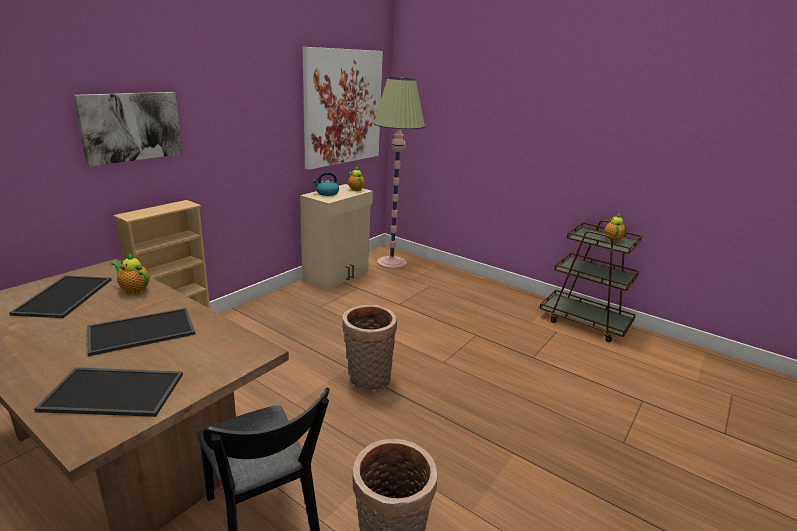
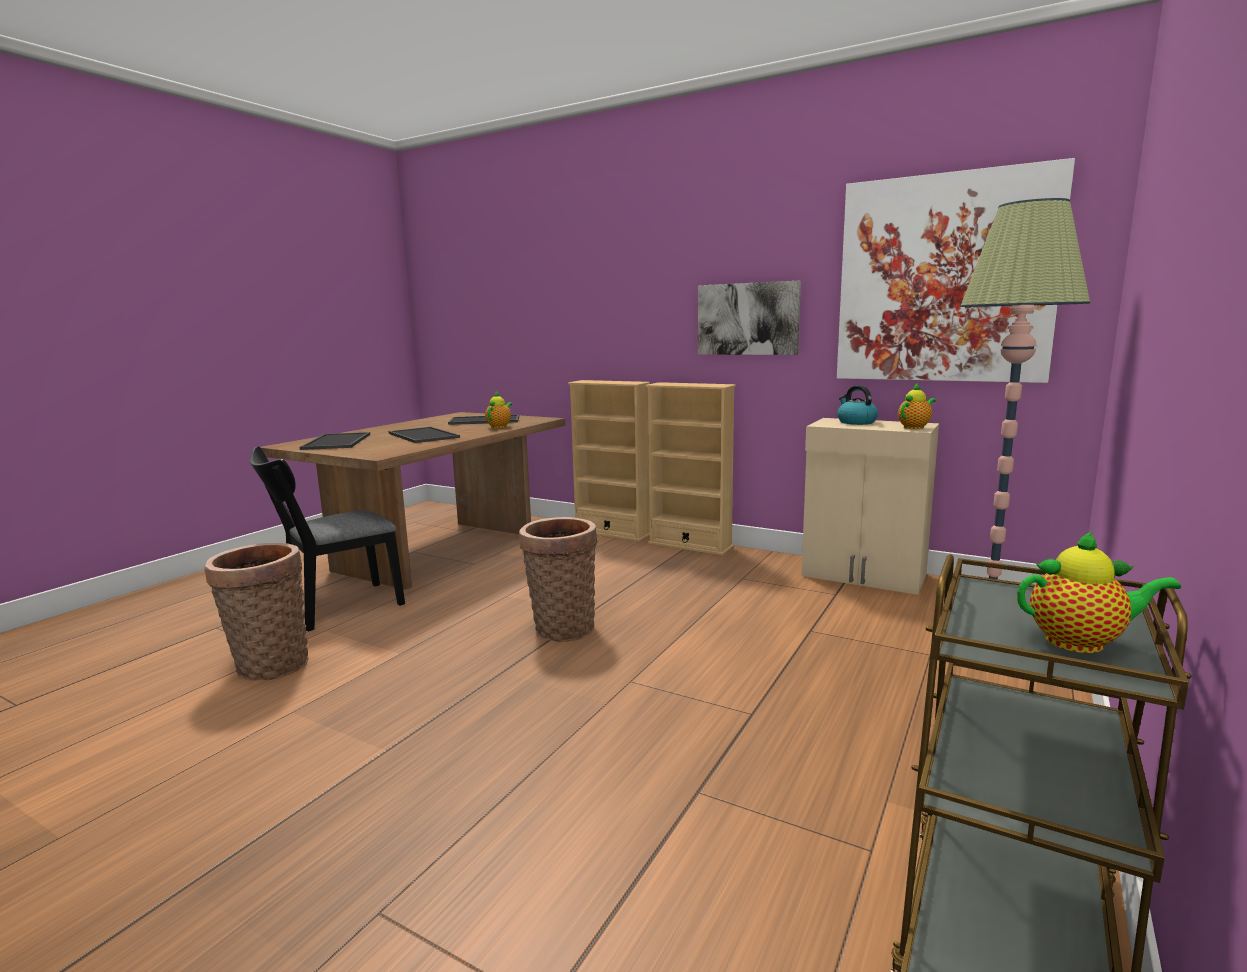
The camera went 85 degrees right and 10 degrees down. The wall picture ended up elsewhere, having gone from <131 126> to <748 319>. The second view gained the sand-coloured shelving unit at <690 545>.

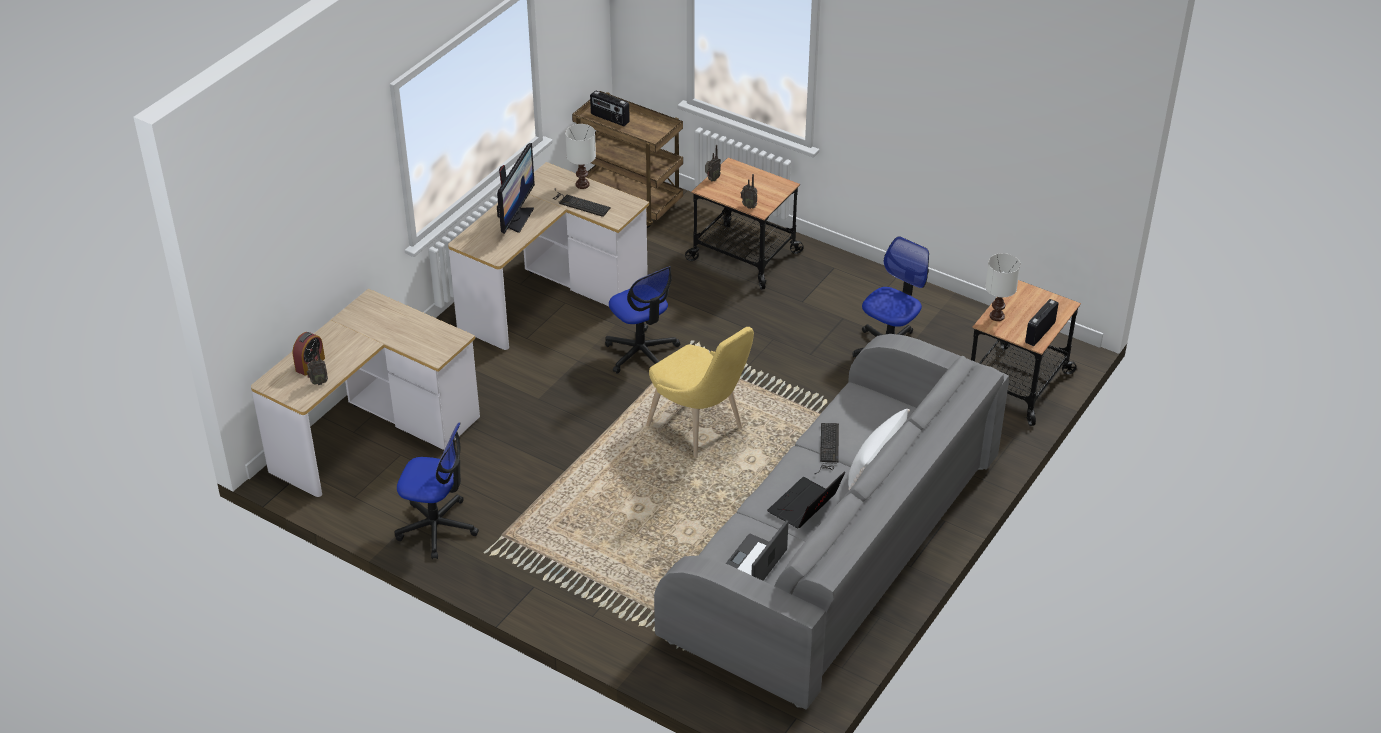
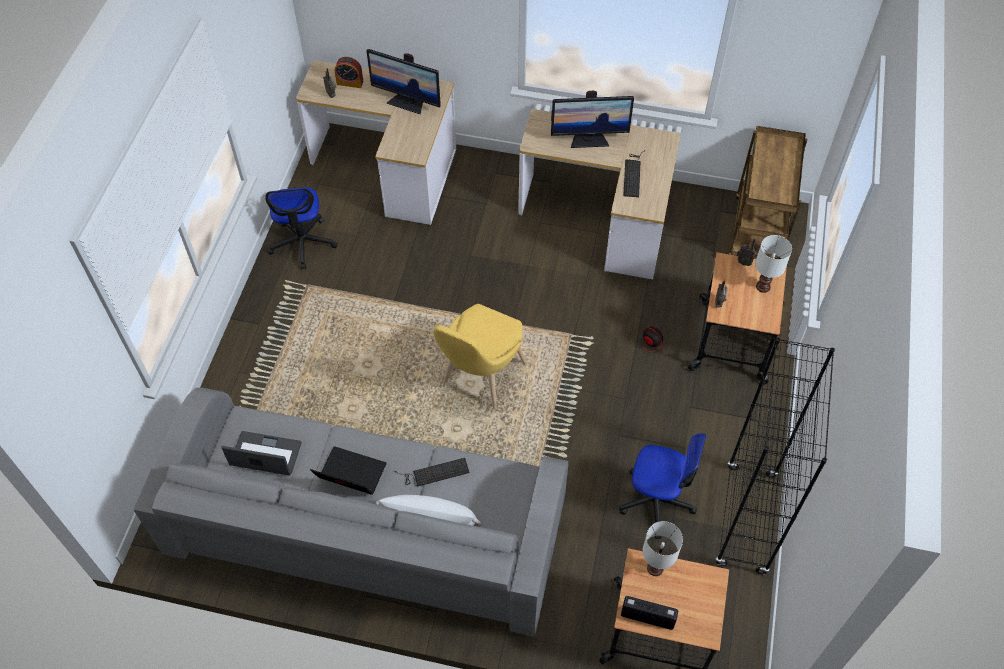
The camera went 70 degrees right and 15 degrees up. The second view lost the radio receiver at <609 118>. The white tabletop lamp ended up elsewhere, having gone from <583 184> to <763 287>. The second view lost the office chair at <641 353>. The second view gained the computer screen at <407 102>. The second view gained the electric fan at <639 345>. The second view gained the blackish shelving unit at <746 519>.

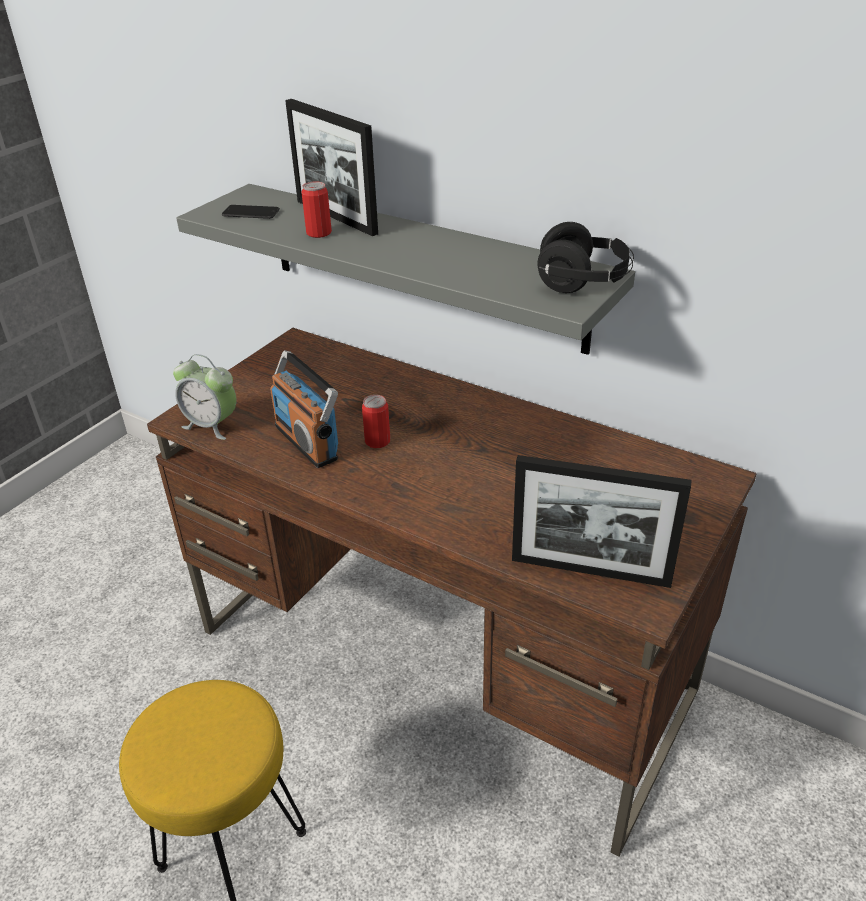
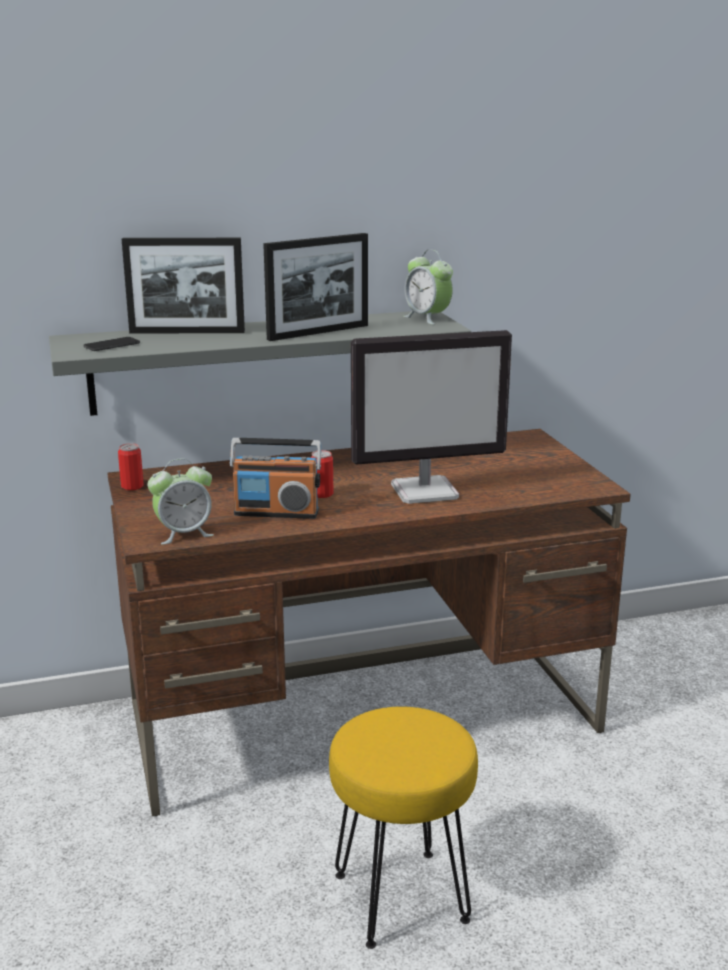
The camera went 50 degrees left and 15 degrees down. The metal can ended up elsewhere, having gone from <319 233> to <132 486>. Where the blackish headphones stood at <583 283>, the alarm clock came to stand at <427 318>. The photo frame ended up elsewhere, having gone from <590 570> to <318 332>. The second view gained the computer screen at <426 491>.

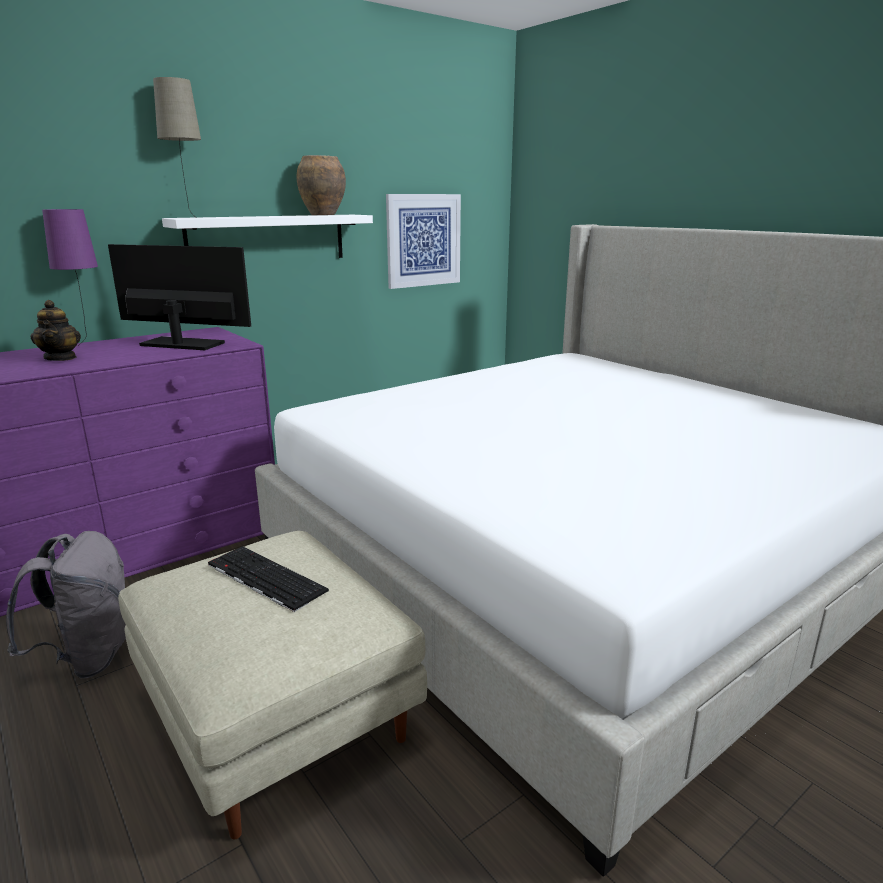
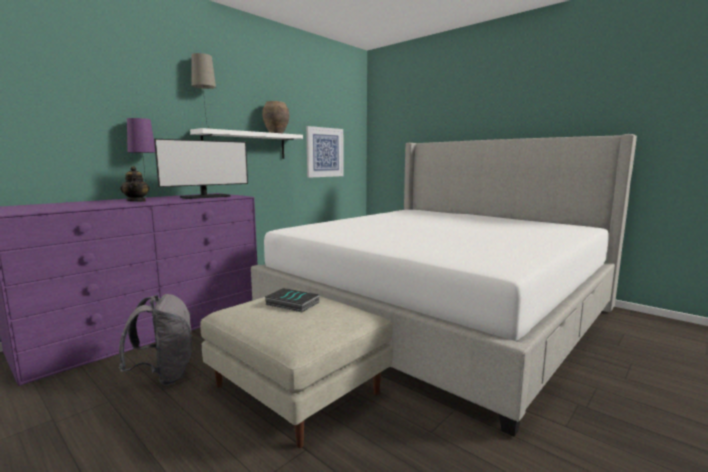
The camera went 10 degrees left and 10 degrees down. The computer screen at <182 344> ended up facing another way, 135 degrees clockwise from before. Where the PC keyboard stood at <263 578>, the bound book came to stand at <291 304>.

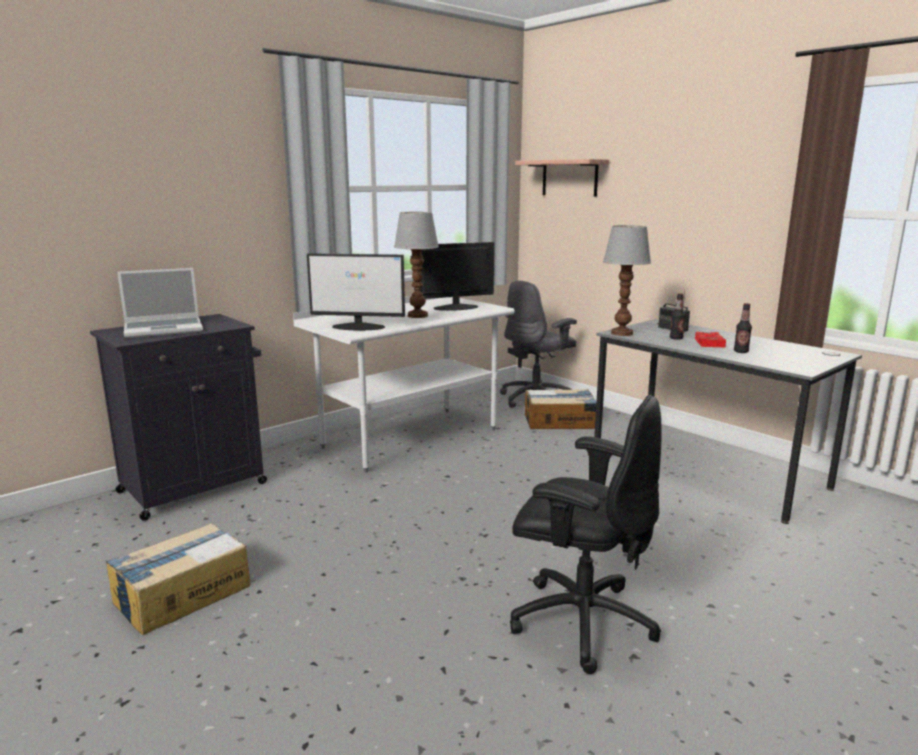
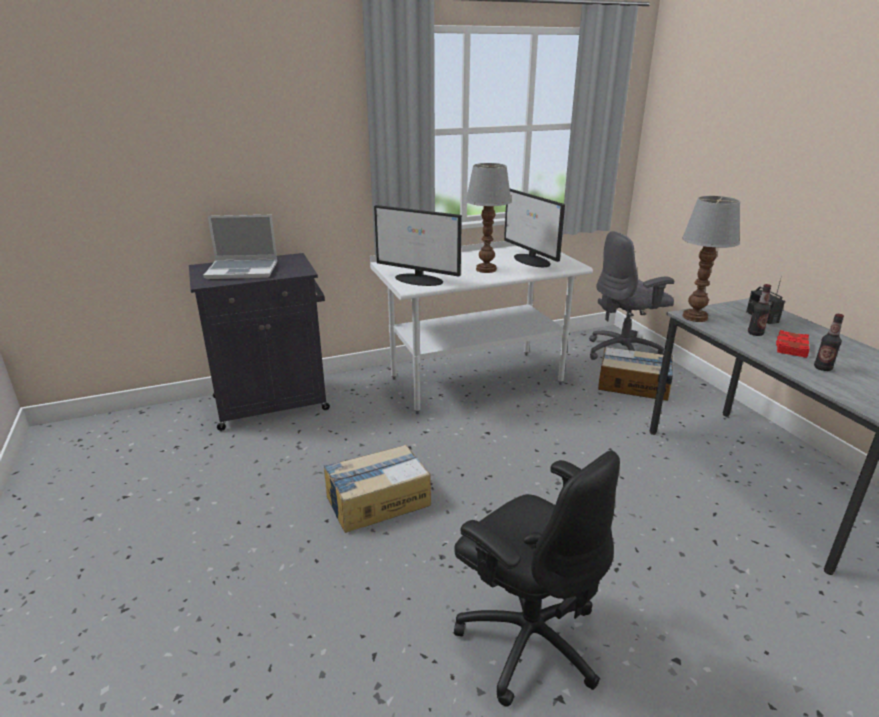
The camera went 20 degrees right and 10 degrees up. The second view lost the shelf at <569 178>. The computer screen at <455 307> ended up facing another way, 120 degrees counterclockwise from before. The packing box ended up elsewhere, having gone from <181 594> to <377 501>.

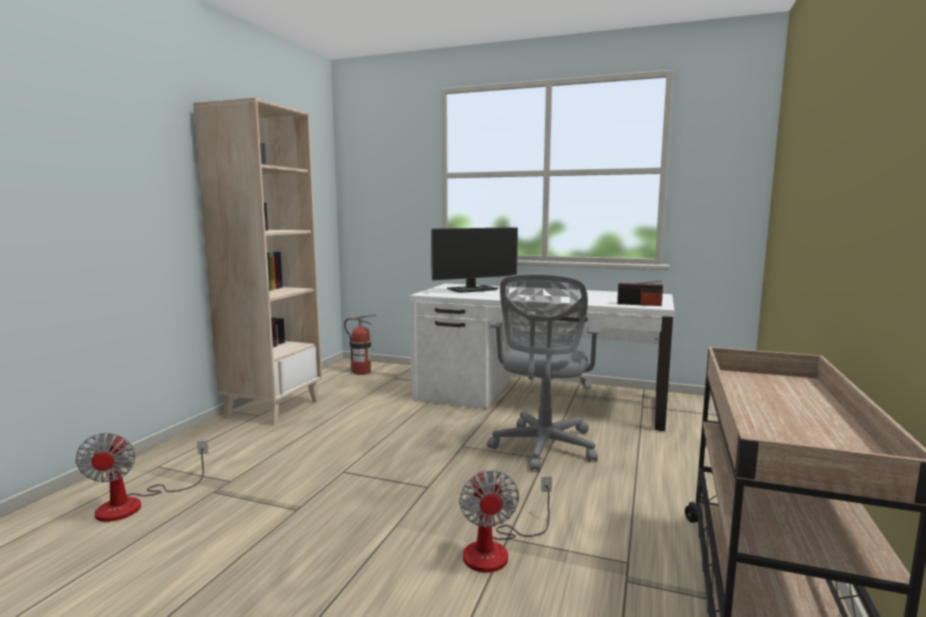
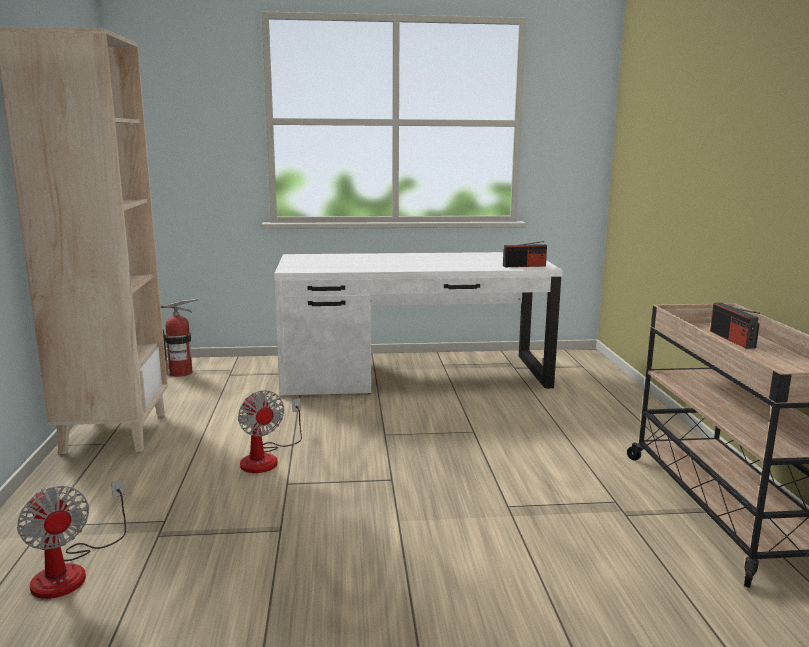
The camera went 25 degrees left and 5 degrees up. The second view lost the computer screen at <473 289>. The second view lost the gray office chair at <543 448>. The electric fan ended up elsewhere, having gone from <497 550> to <266 458>. The second view gained the radio receiver at <732 339>.

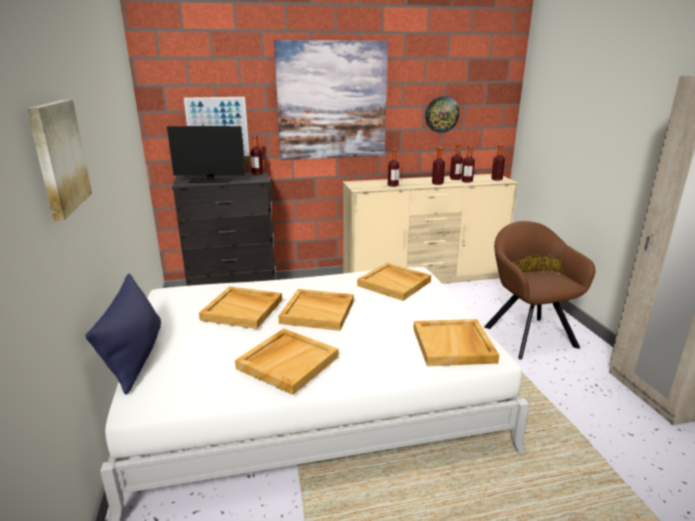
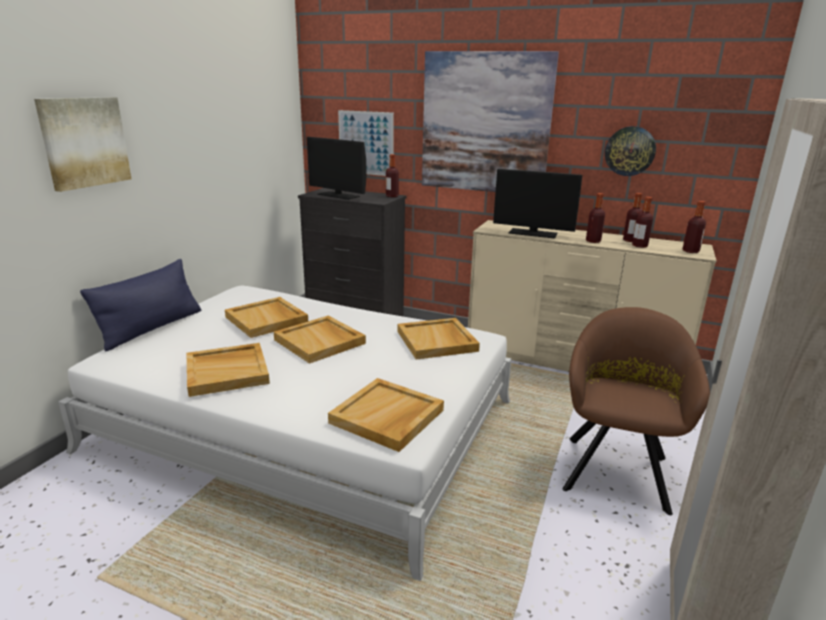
The camera went 35 degrees right and 0 degrees up. Where the drink bottle stood at <393 185>, the computer screen came to stand at <533 233>.

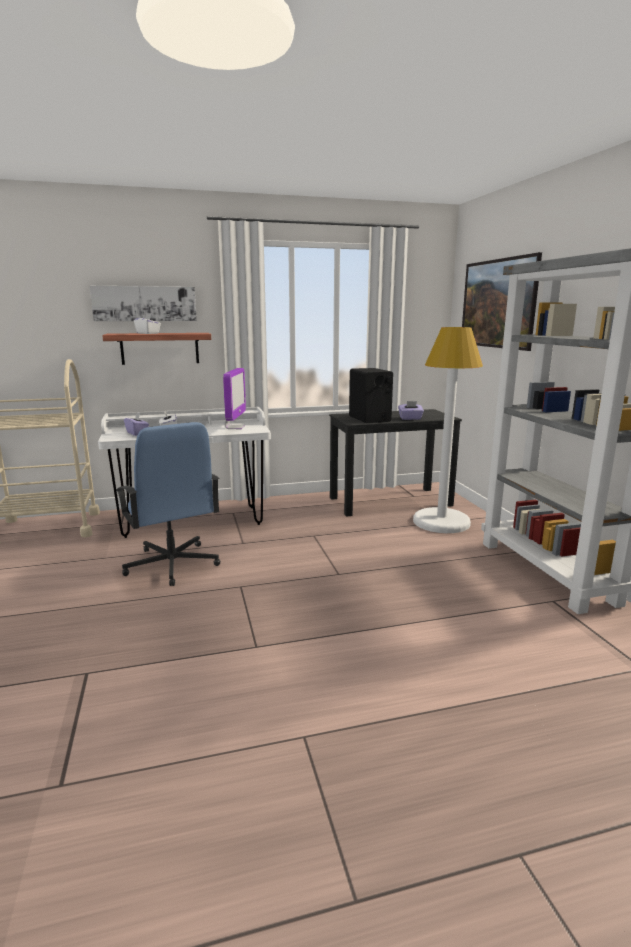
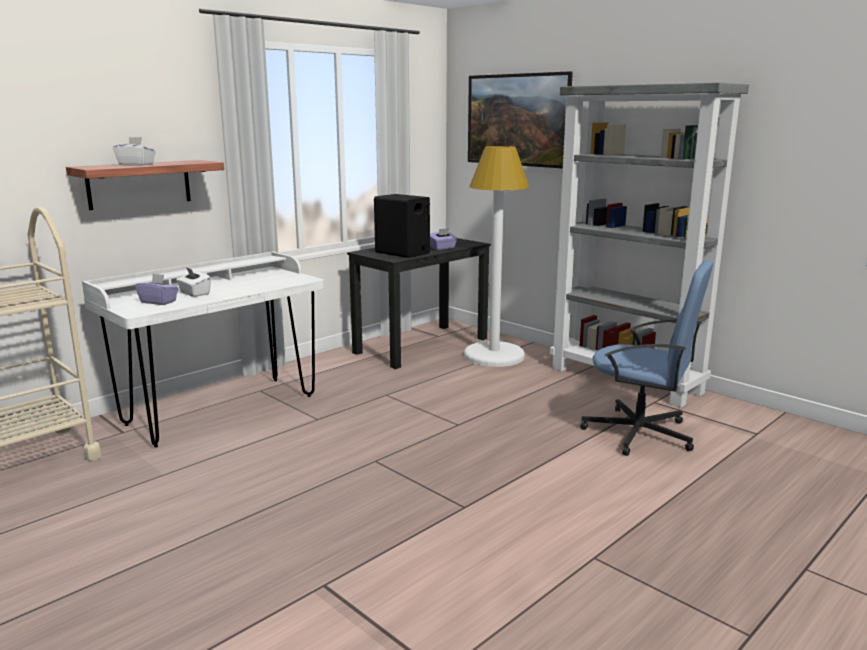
The camera went 30 degrees left and 0 degrees up. The second view lost the wall picture at <145 303>. The second view lost the computer screen at <235 427>. The blue-coloured office chair ended up elsewhere, having gone from <172 565> to <640 433>.

